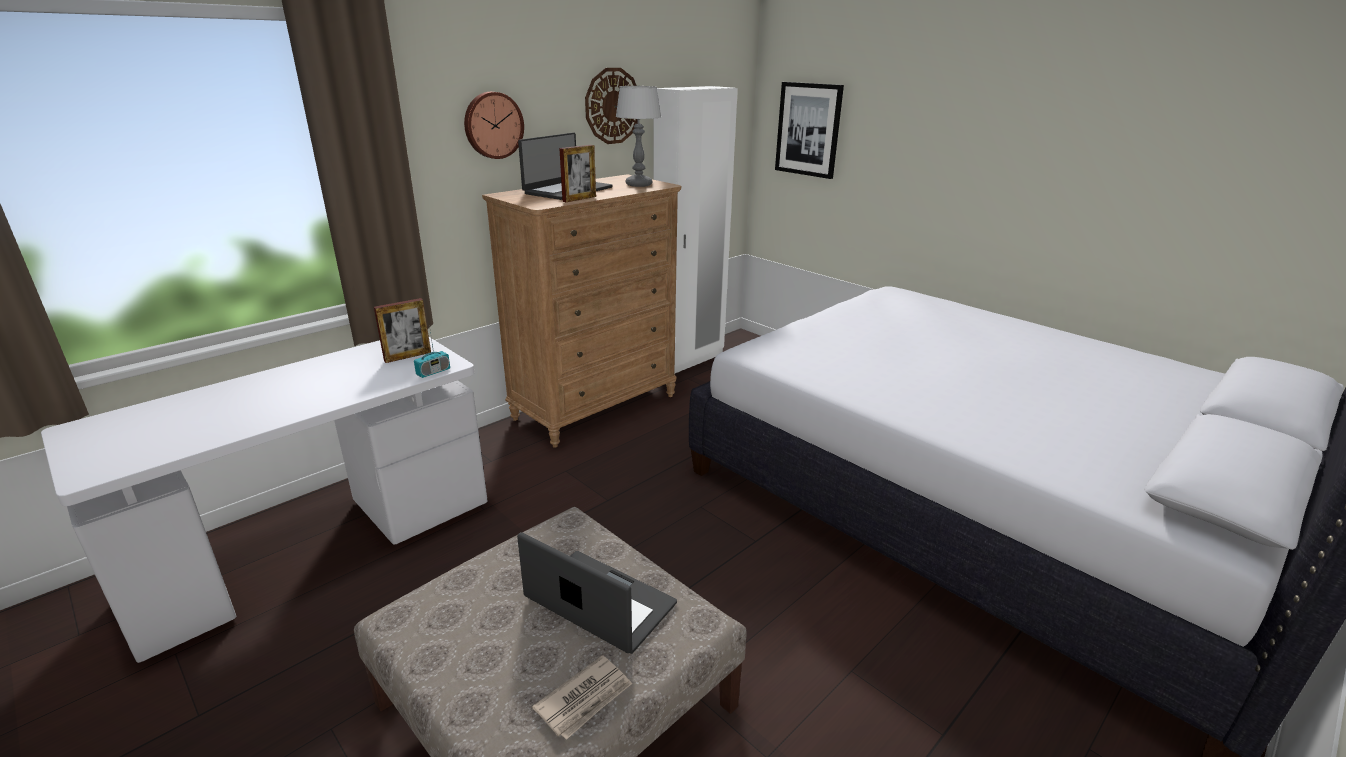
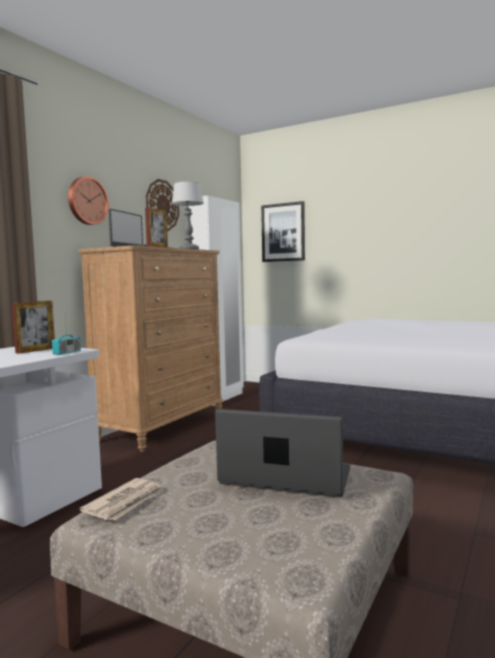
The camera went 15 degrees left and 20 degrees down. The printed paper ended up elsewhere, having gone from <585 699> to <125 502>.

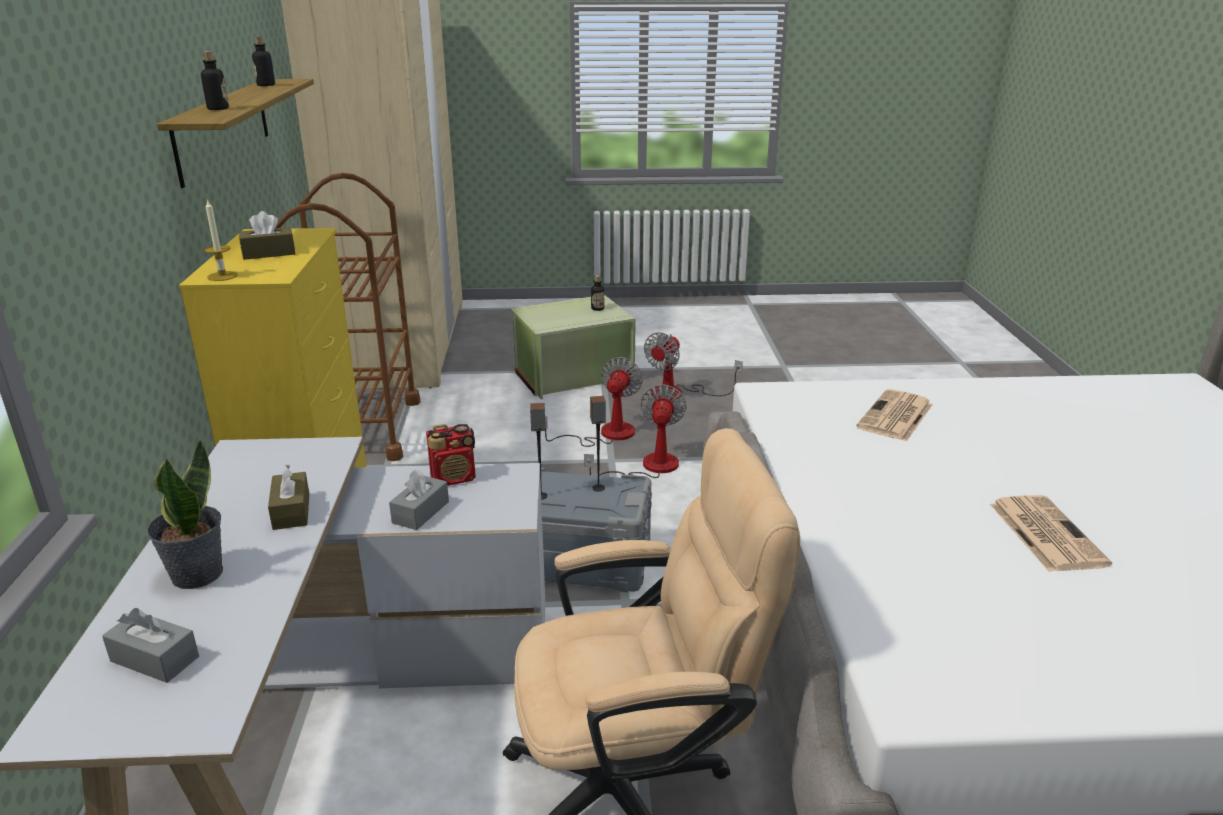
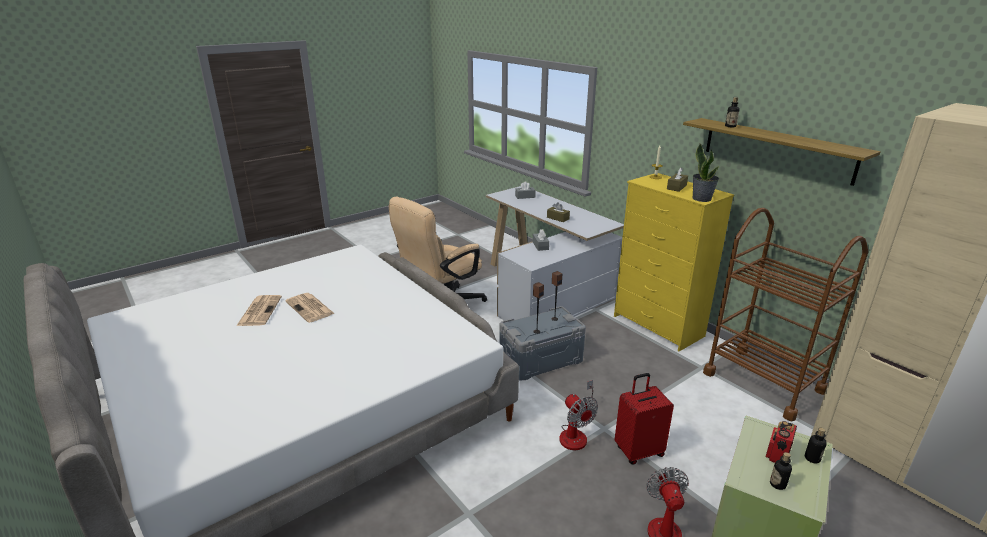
The camera went 145 degrees right and 0 degrees up. The drink bottle ended up elsewhere, having gone from <266 85> to <812 458>. Where the electric fan stood at <605 434>, the reddish piece of luggage came to stand at <638 451>. The printed paper ended up elsewhere, having gone from <895 417> to <259 310>. The radio receiver ended up elsewhere, having gone from <454 478> to <777 456>. The houseplant ended up elsewhere, having gone from <196 574> to <702 198>.

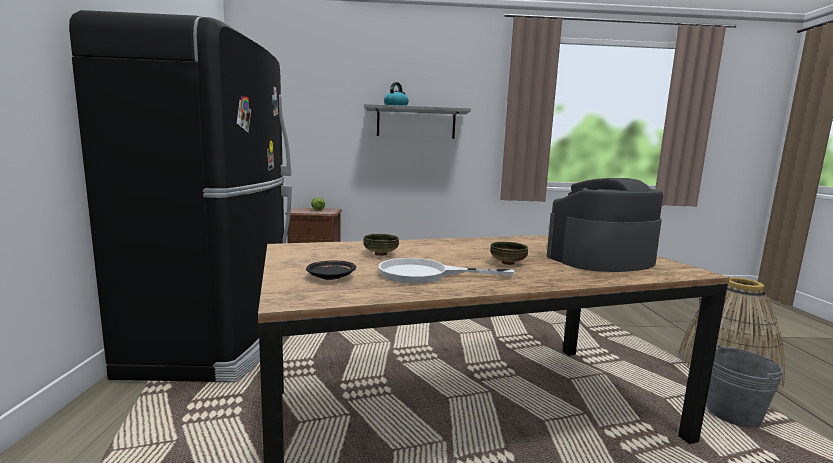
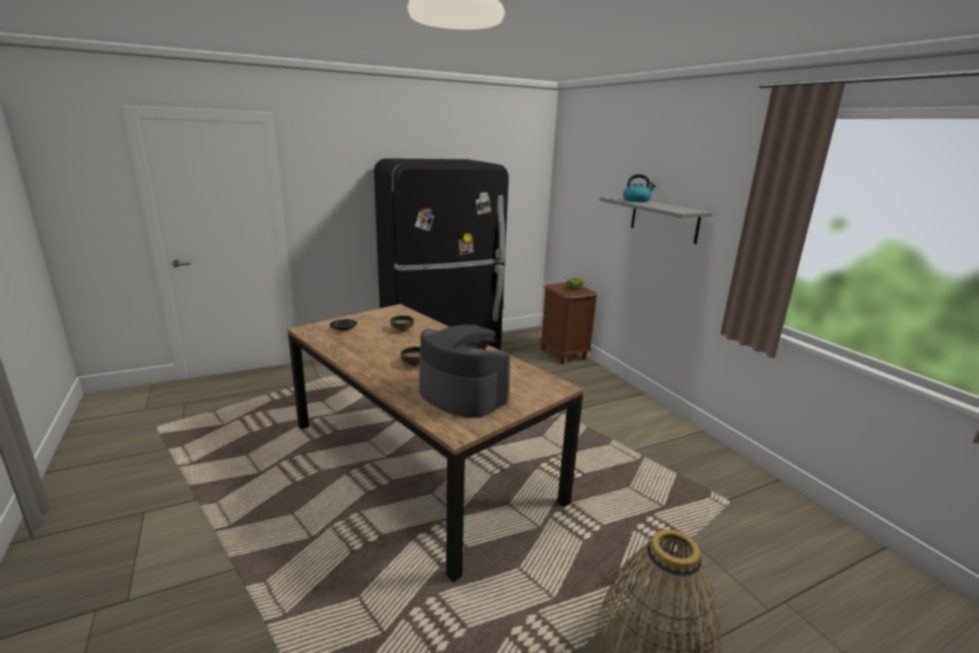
The camera went 65 degrees right and 10 degrees up. The second view lost the white frying pan at <426 274>. The second view lost the gray pail at <733 414>.

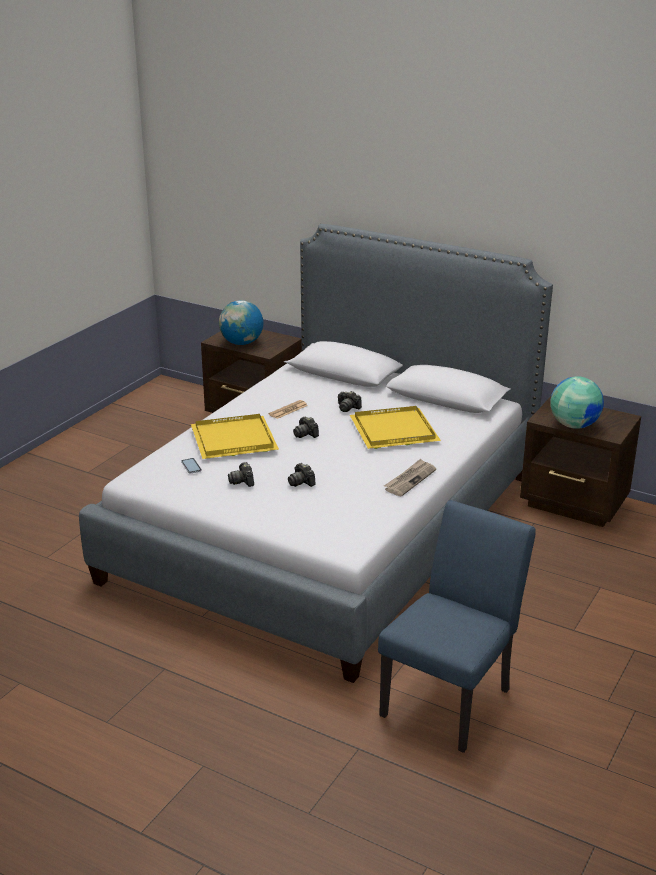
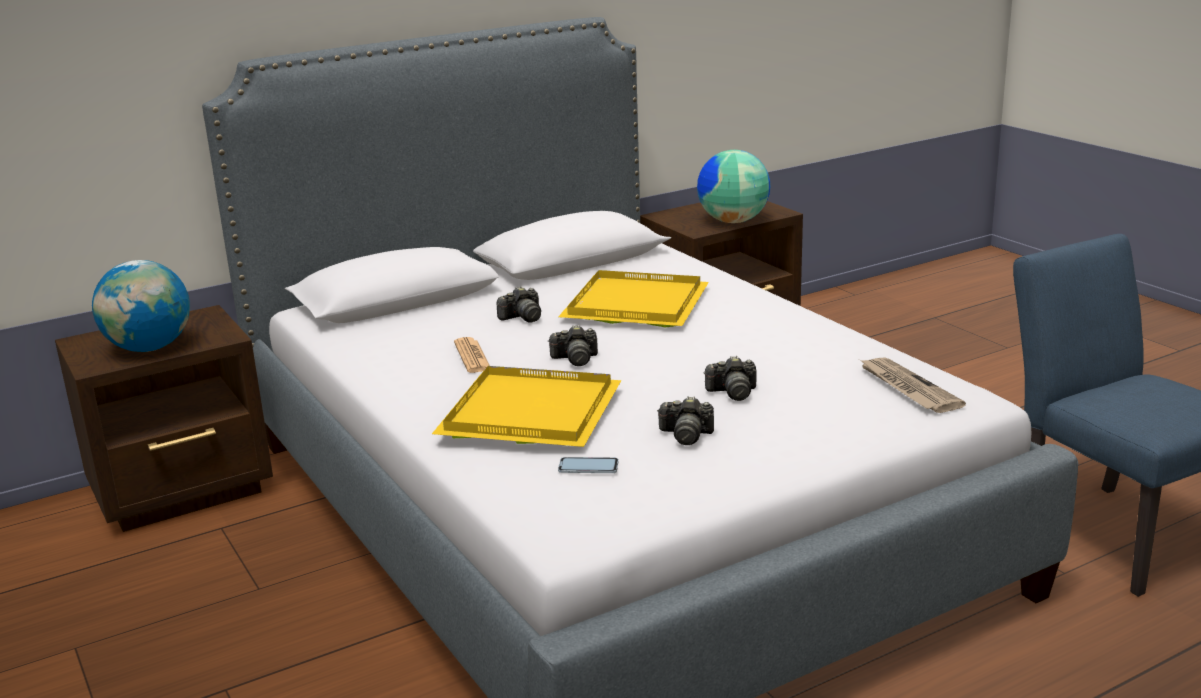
The camera went 60 degrees left and 5 degrees down. The printed paper ended up elsewhere, having gone from <410 479> to <907 388>.

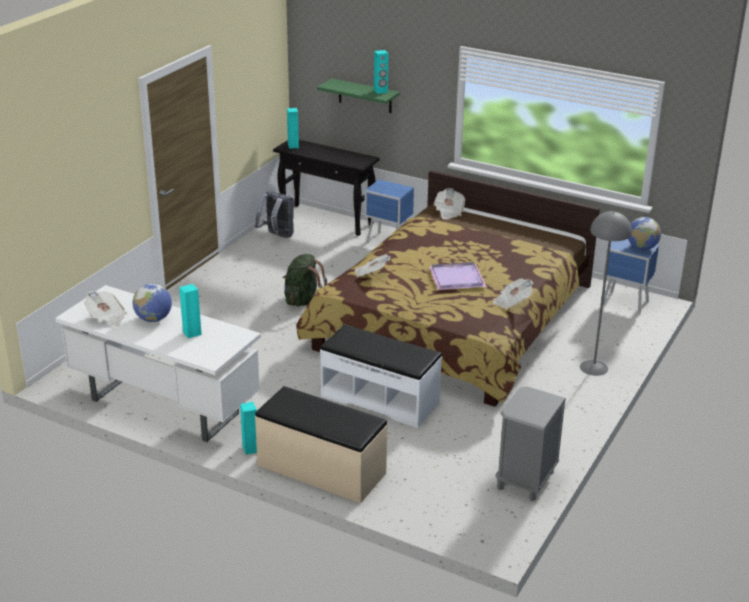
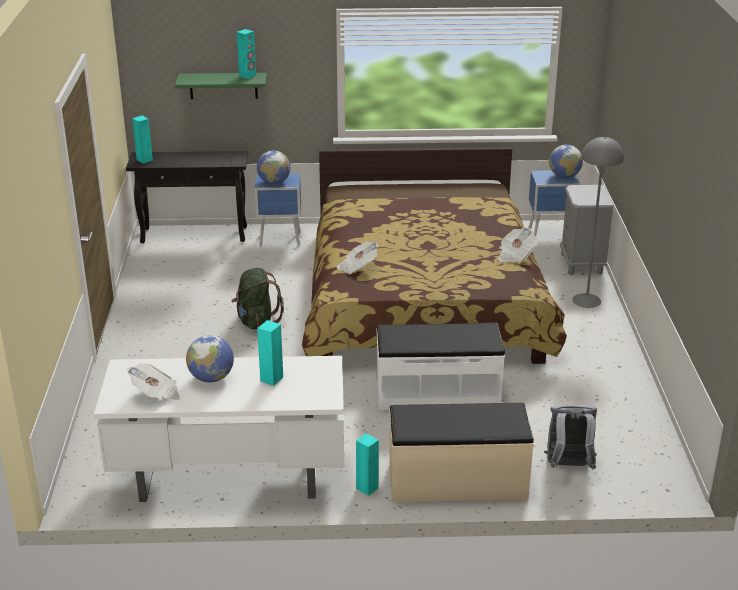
The camera went 30 degrees left and 0 degrees up. The second view lost the printed paper at <449 212>. The gray rucksack ended up elsewhere, having gone from <277 236> to <568 466>. The second view lost the purple-coloured carrying tray at <455 278>. The gray nightstand ended up elsewhere, having gone from <526 480> to <582 264>. The second view gained the globe at <274 182>.

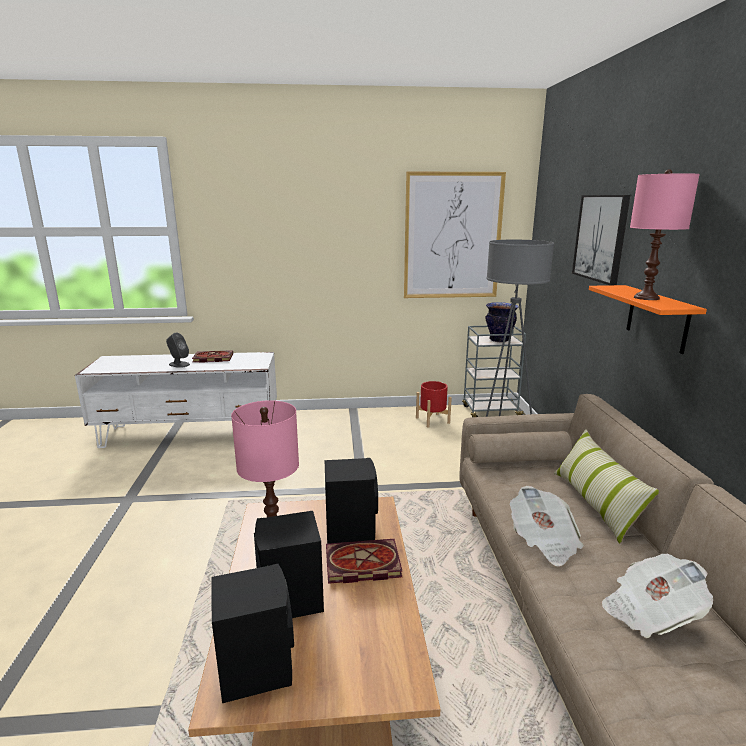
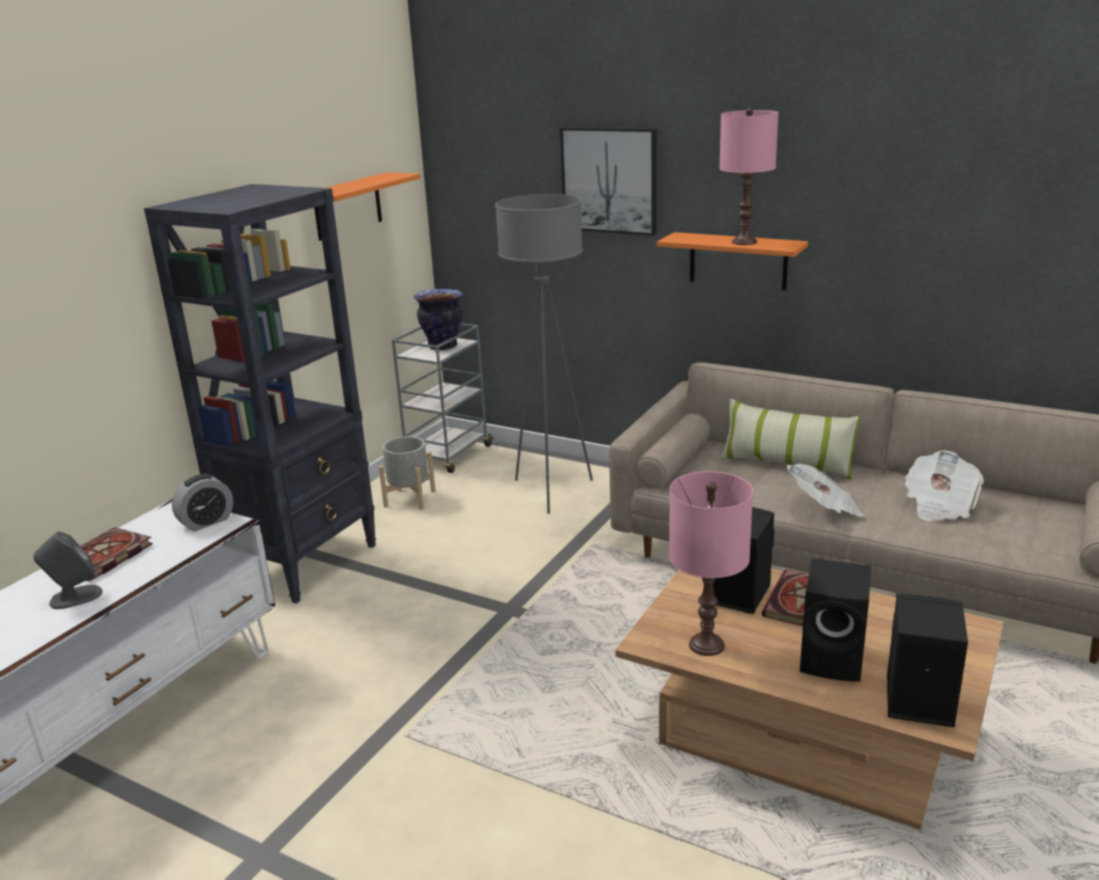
The camera went 55 degrees left and 5 degrees up. Where the wall picture hung at <452 236>, the orange shelf came to hang at <348 206>. What was the reddish flower pot at <432 420> turned into the gray flower pot at <409 499>. The second view gained the blackish shelving unit at <304 562>. The second view gained the alarm clock at <206 522>.

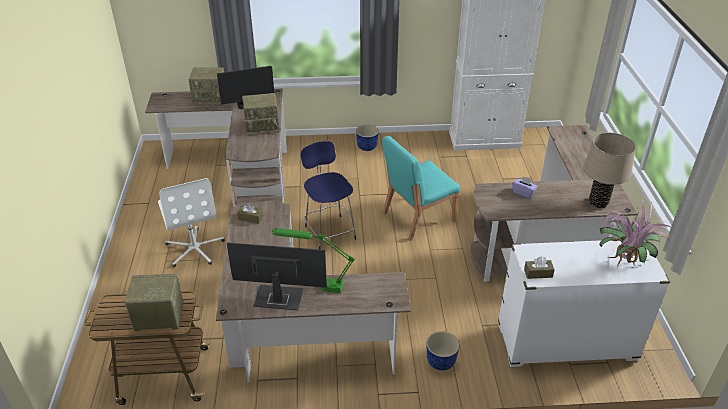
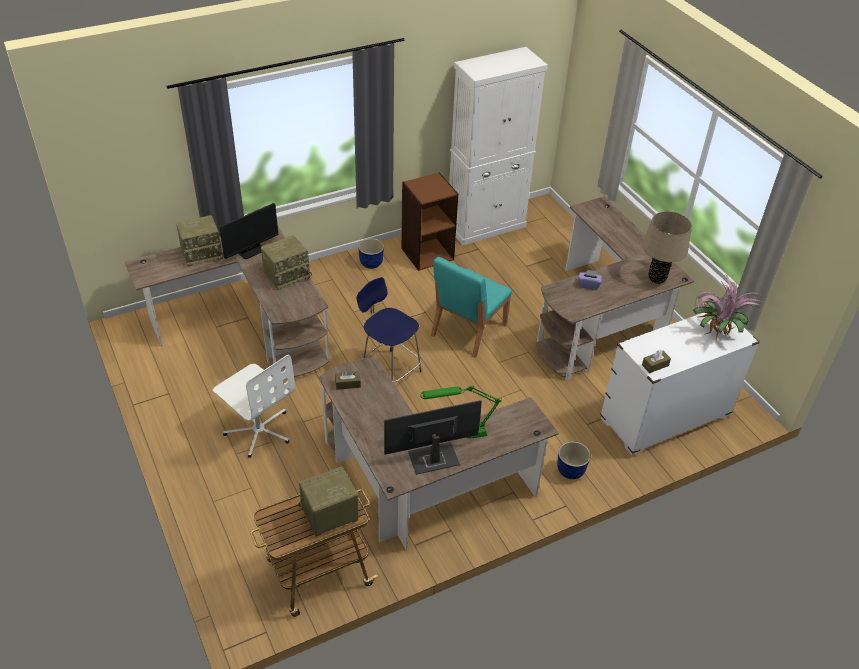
The camera went 25 degrees left and 5 degrees up. The second view gained the brown-coloured shelving unit at <427 253>.

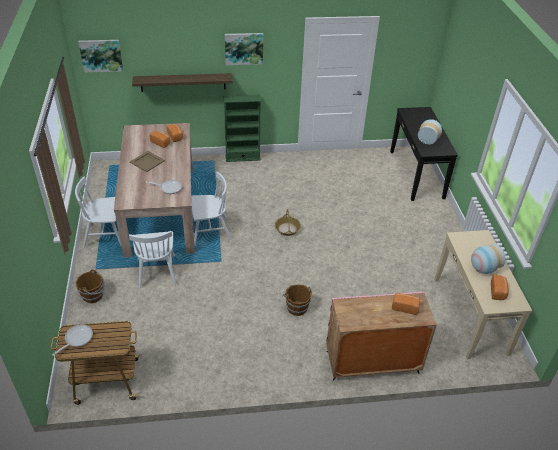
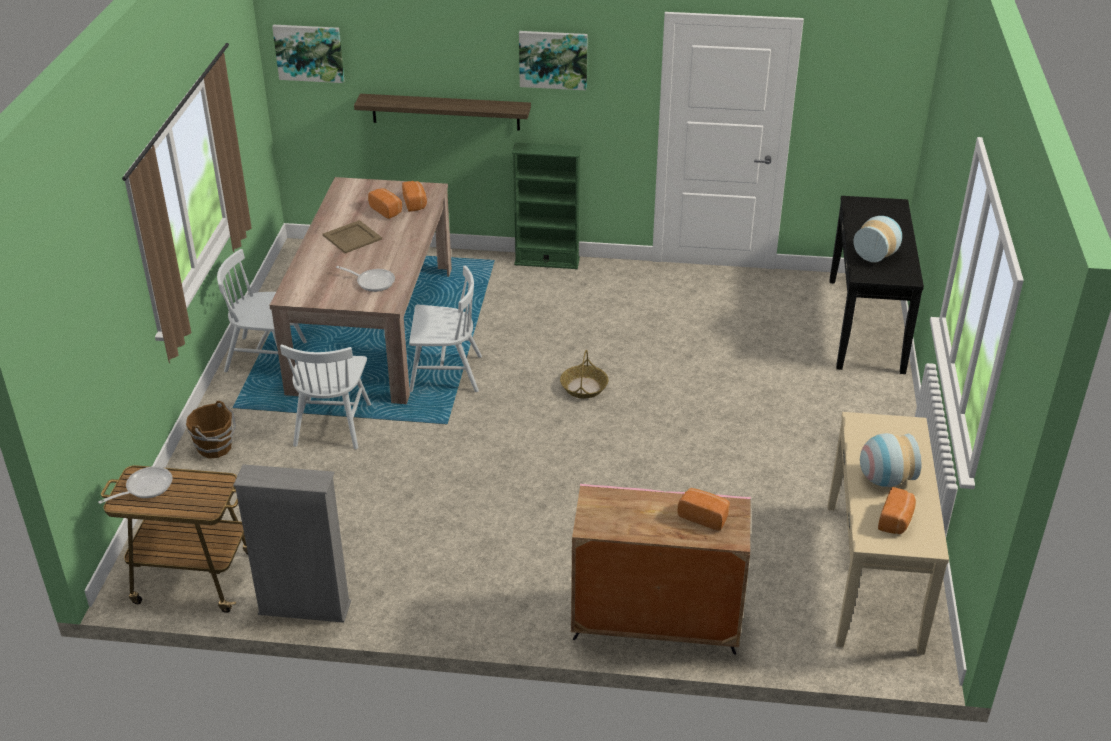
The camera went 15 degrees right and 5 degrees down. The second view lost the brown-coloured pail at <296 308>. The second view gained the gray shelving unit at <304 608>.

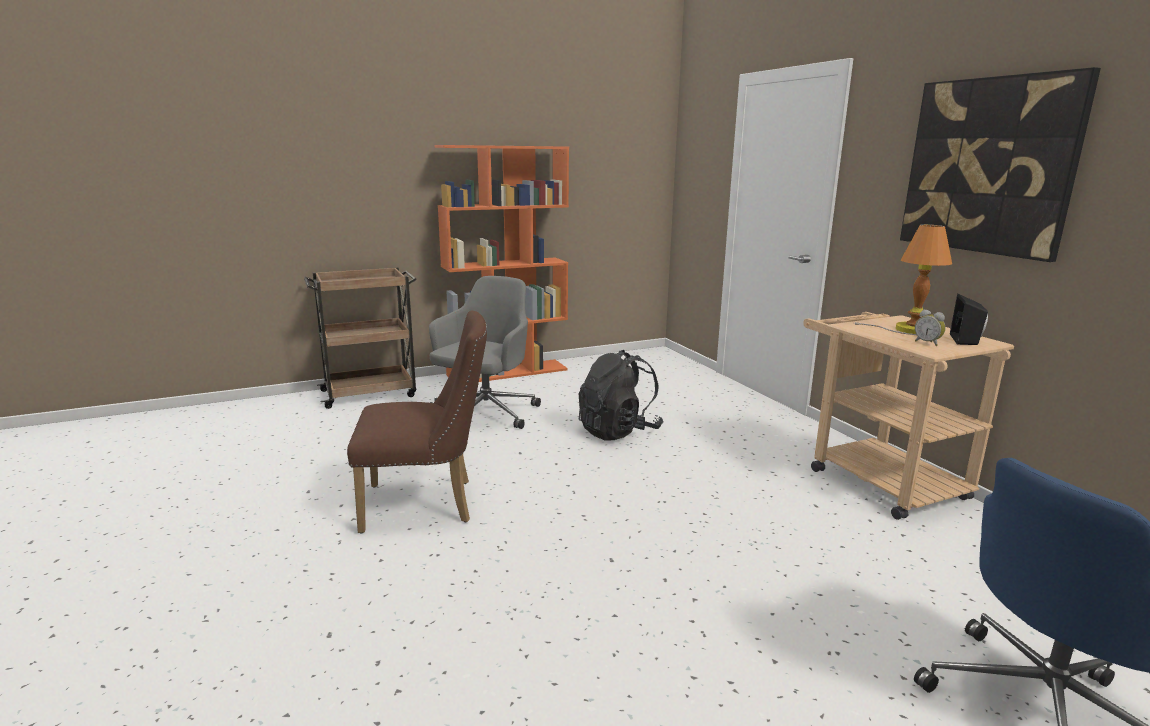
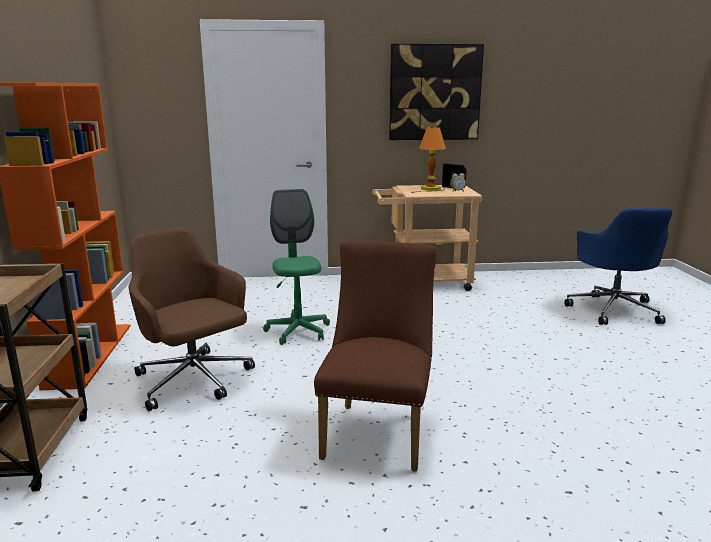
The camera went 70 degrees left and 0 degrees up. What was the gray office chair at <484 413> turned into the brown-coloured office chair at <194 381>. Where the blackish rucksack stood at <618 431>, the green-coloured office chair came to stand at <298 331>.

